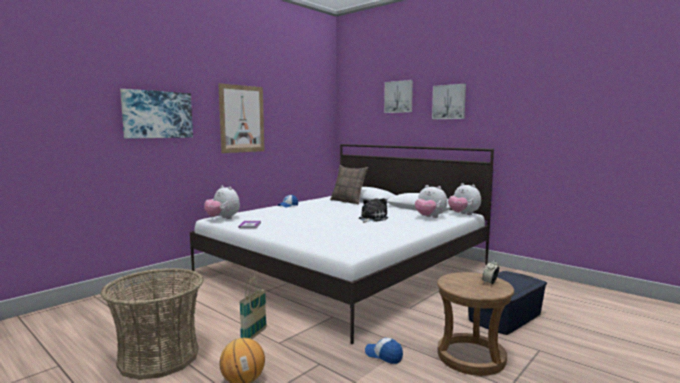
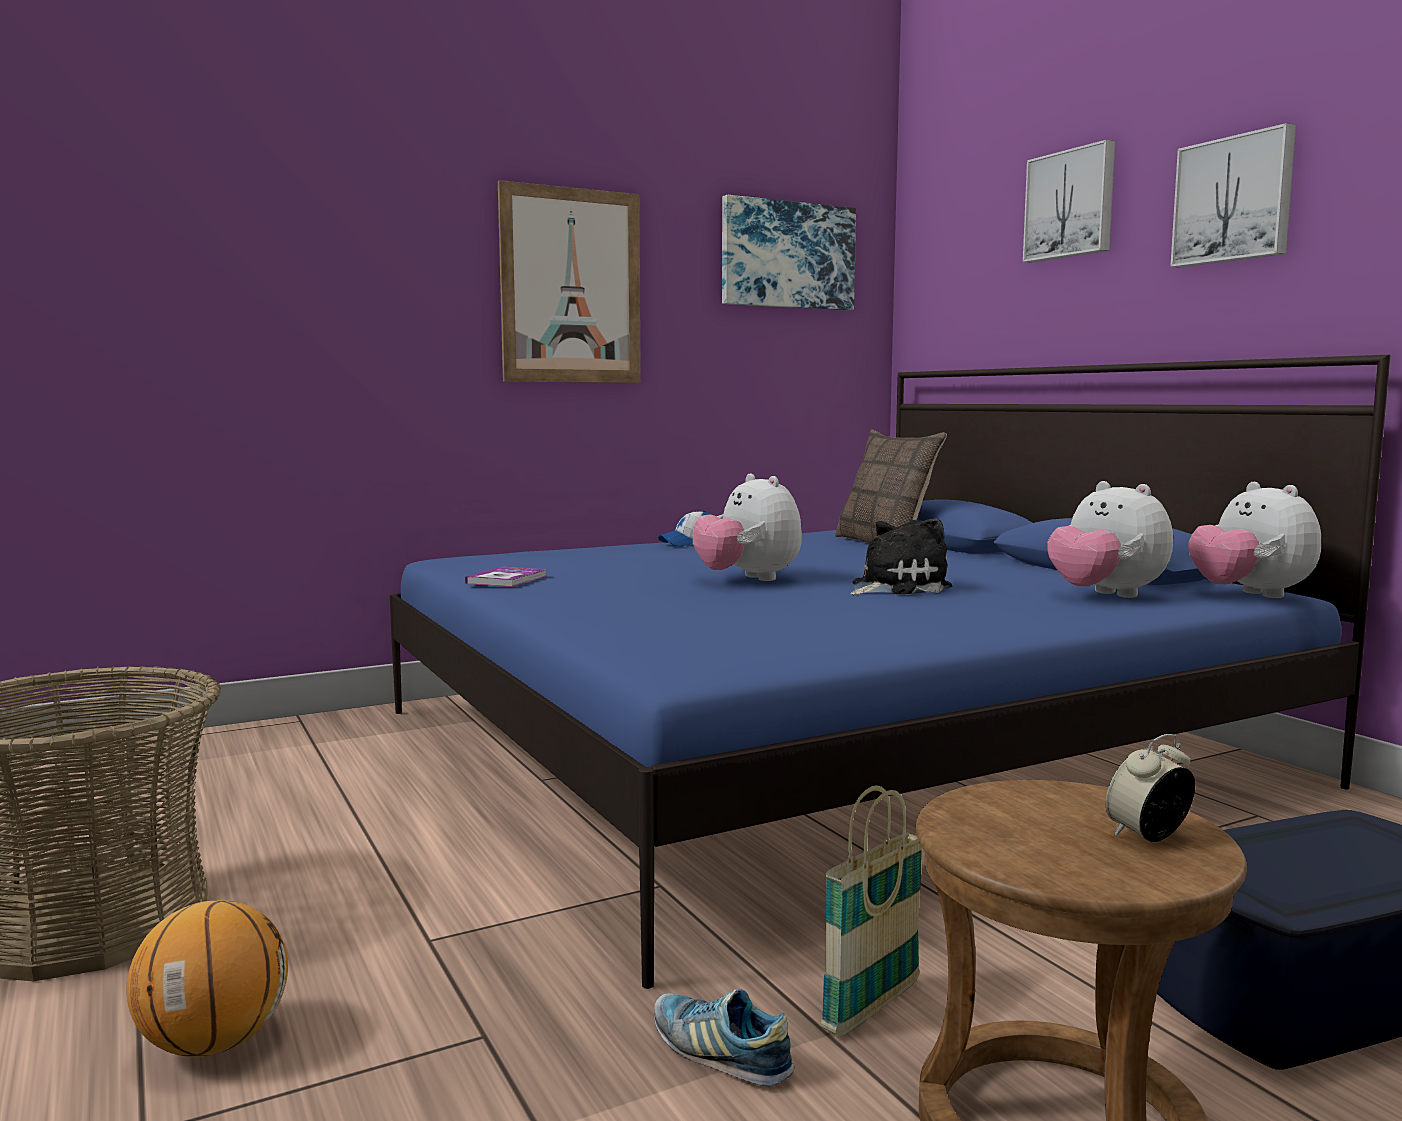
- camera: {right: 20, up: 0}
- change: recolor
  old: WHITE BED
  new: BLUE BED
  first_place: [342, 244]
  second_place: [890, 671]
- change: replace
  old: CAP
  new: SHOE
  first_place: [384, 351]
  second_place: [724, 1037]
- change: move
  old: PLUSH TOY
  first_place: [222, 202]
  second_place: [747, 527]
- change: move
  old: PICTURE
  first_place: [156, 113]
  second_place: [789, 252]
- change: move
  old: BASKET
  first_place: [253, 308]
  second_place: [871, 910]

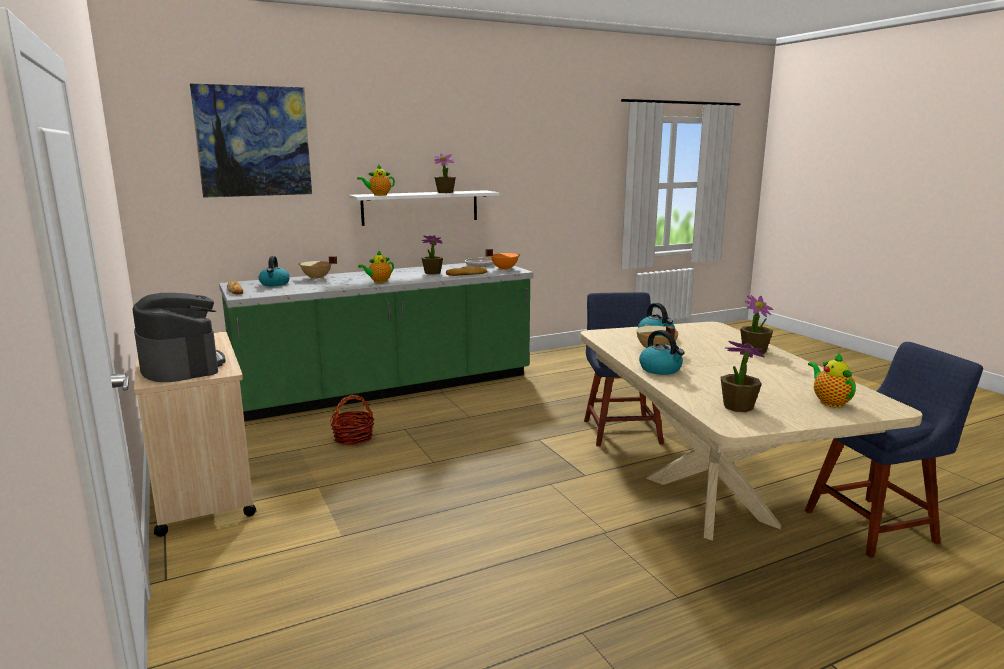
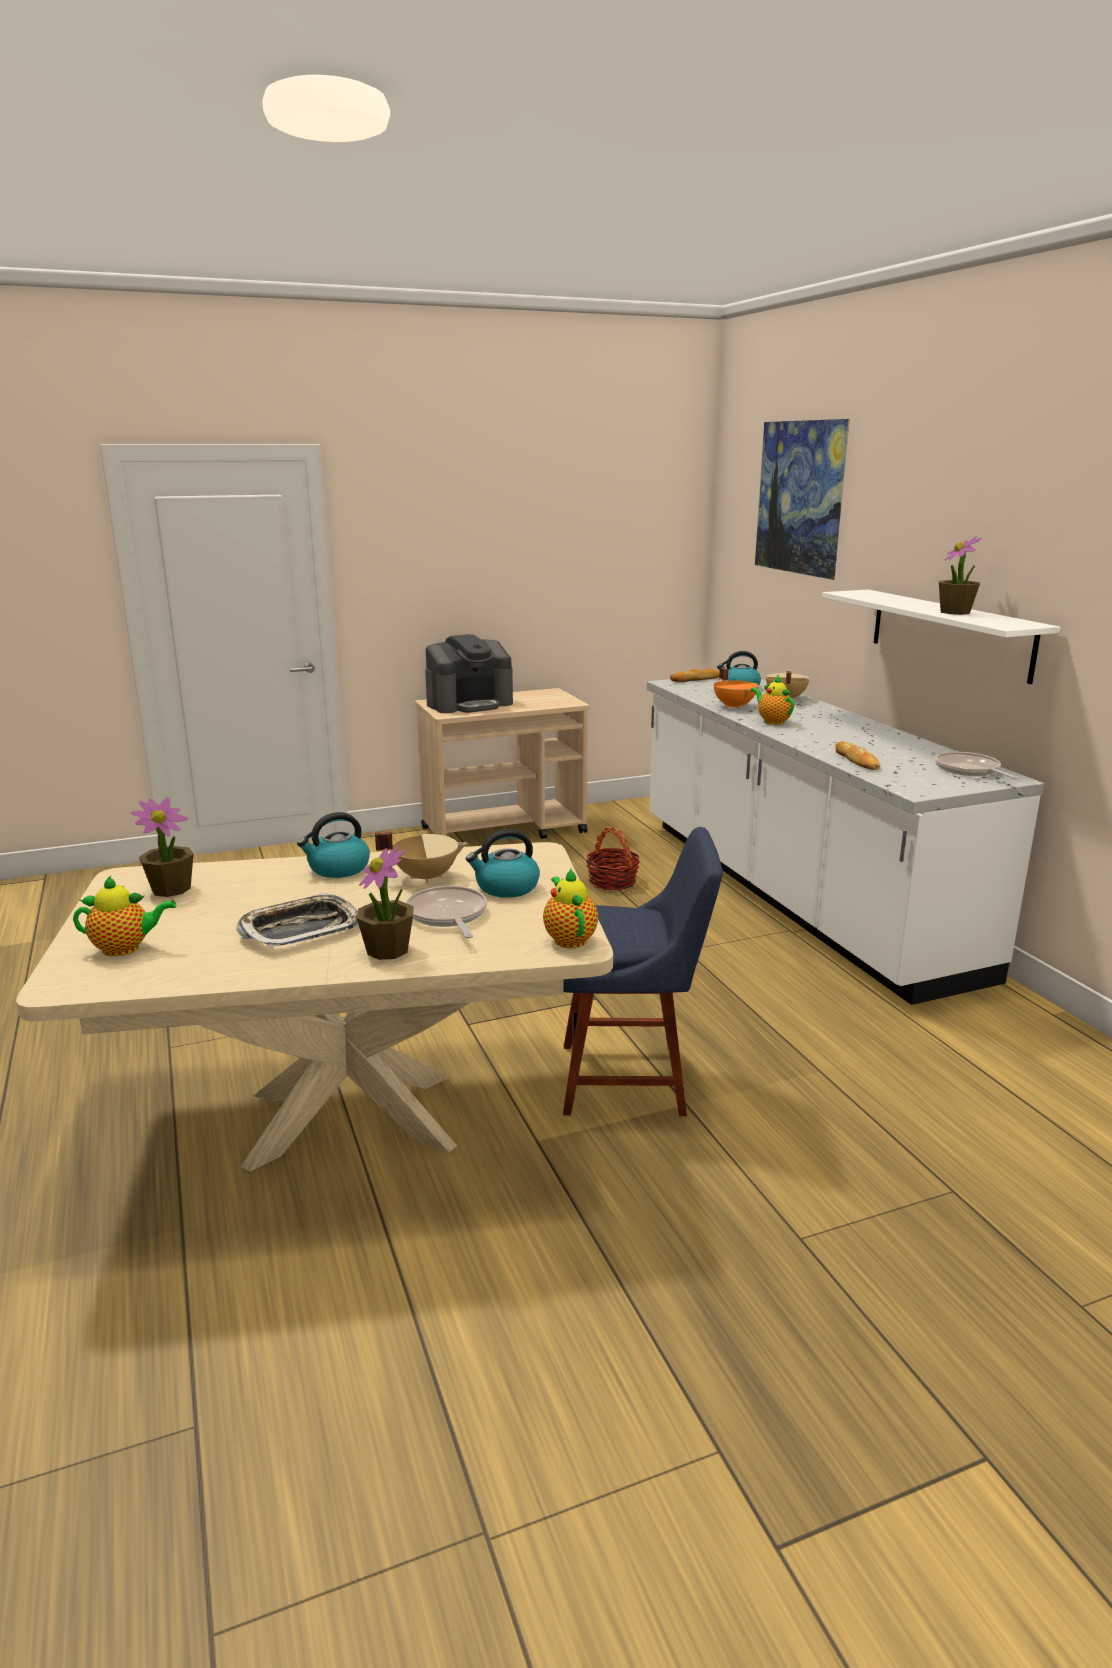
- camera: {right: 95, up: 5}
- change: insert
  new: TRAY
  second_place: [297, 920]
- change: insert
  new: FRYING PAN
  second_place: [446, 912]
- change: move
  old: TEAPOT
  first_place: [376, 180]
  second_place: [570, 908]
- change: recolor
  old: GREEN COUNTER
  new: WHITE COUNTER
  first_place: [376, 342]
  second_place: [845, 841]
- change: move
  old: ORANGE COOKING POT
  first_place: [503, 259]
  second_place: [735, 688]
- change: delete
  old: POTTED PLANT
  first_place: [432, 255]
- change: delete
  old: BLUE CHAIR
  first_place: [894, 450]

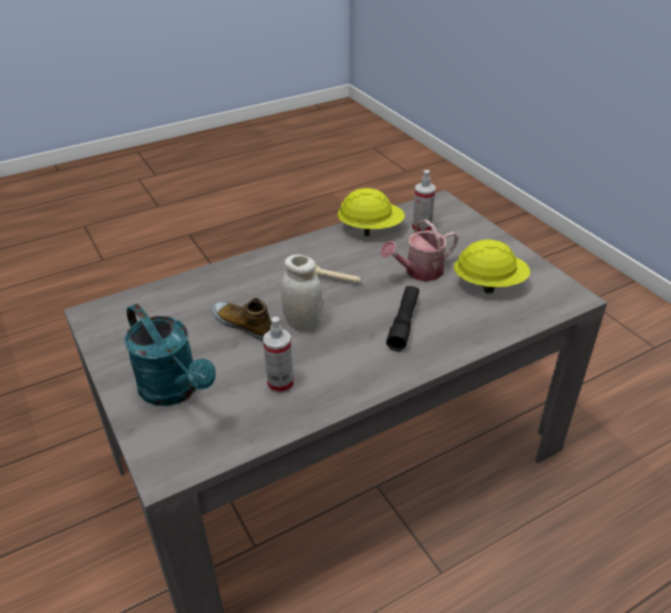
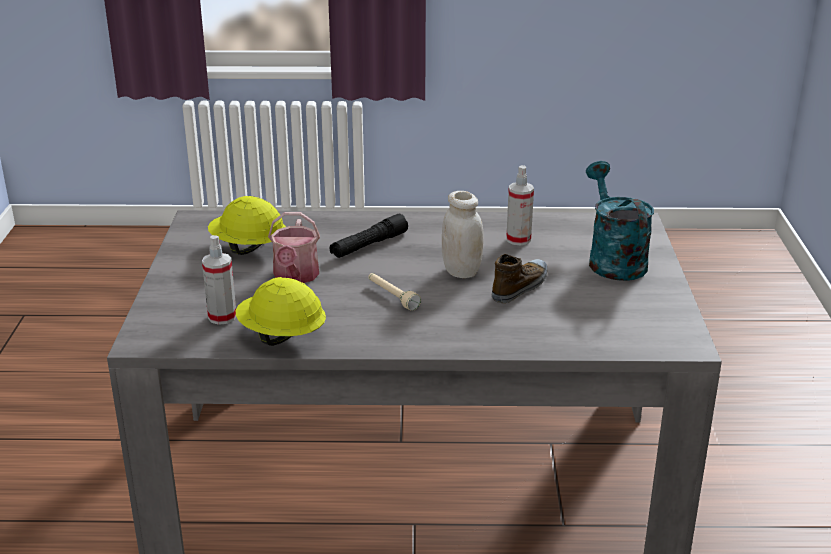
- camera: {right: -150, up: -10}
- change: rotate
  old: WATERING CAN
  first_place: [419, 250]
  second_place: [294, 247]
  degrees: 90
- change: rotate
  old: SHOE
  first_place: [242, 319]
  second_place: [519, 278]
  degrees: -120

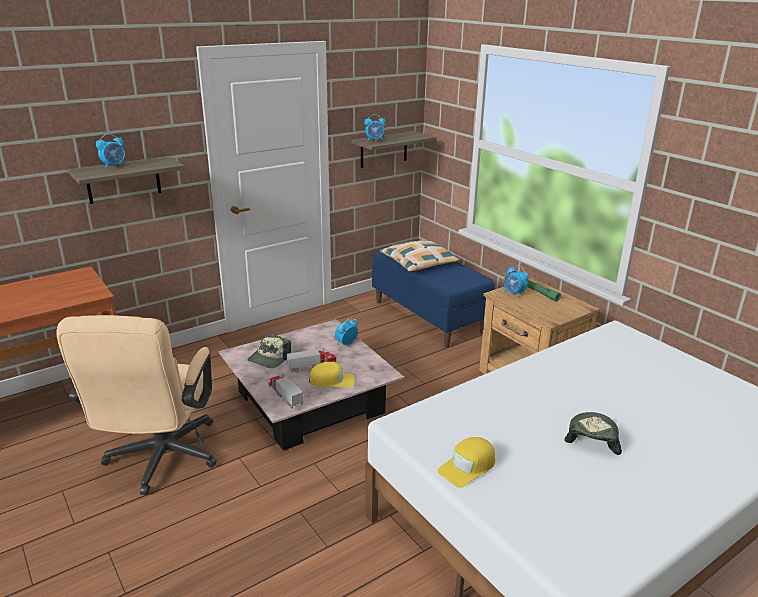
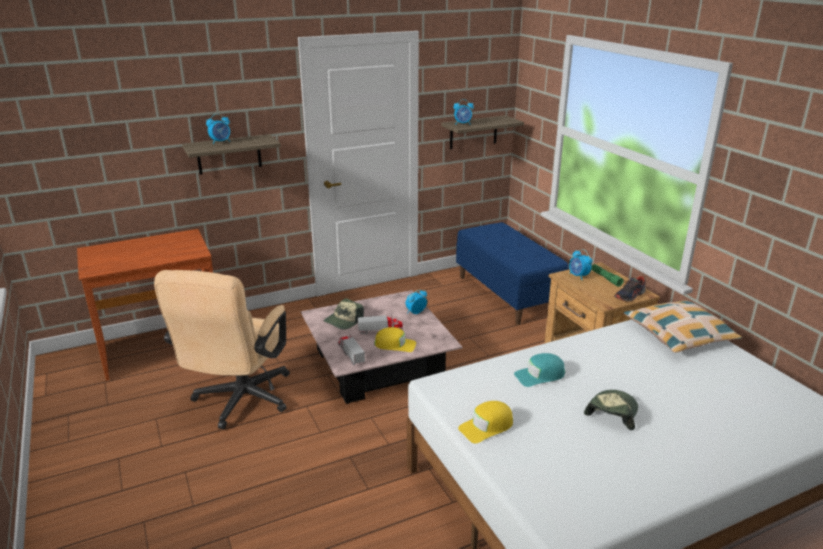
- camera: {right: 10, up: 0}
- change: insert
  new: TURQUOISE CAP
  second_place: [539, 370]
- change: insert
  new: SHOE
  second_place: [630, 289]
- change: move
  old: PILLOW
  first_place: [419, 255]
  second_place: [683, 326]

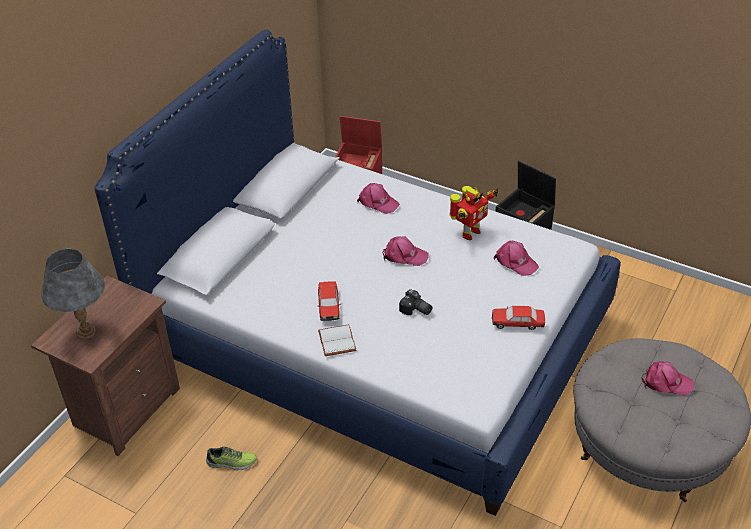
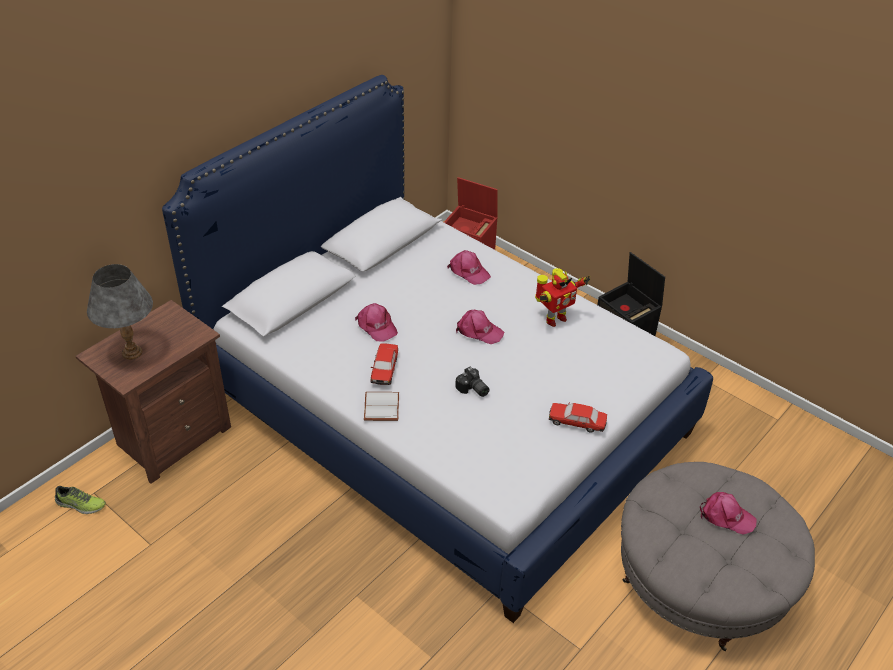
- camera: {right: 10, up: 0}
- change: move
  old: SHOE
  first_place: [231, 458]
  second_place: [80, 500]
- change: move
  old: PINK CAP
  first_place: [516, 258]
  second_place: [376, 322]

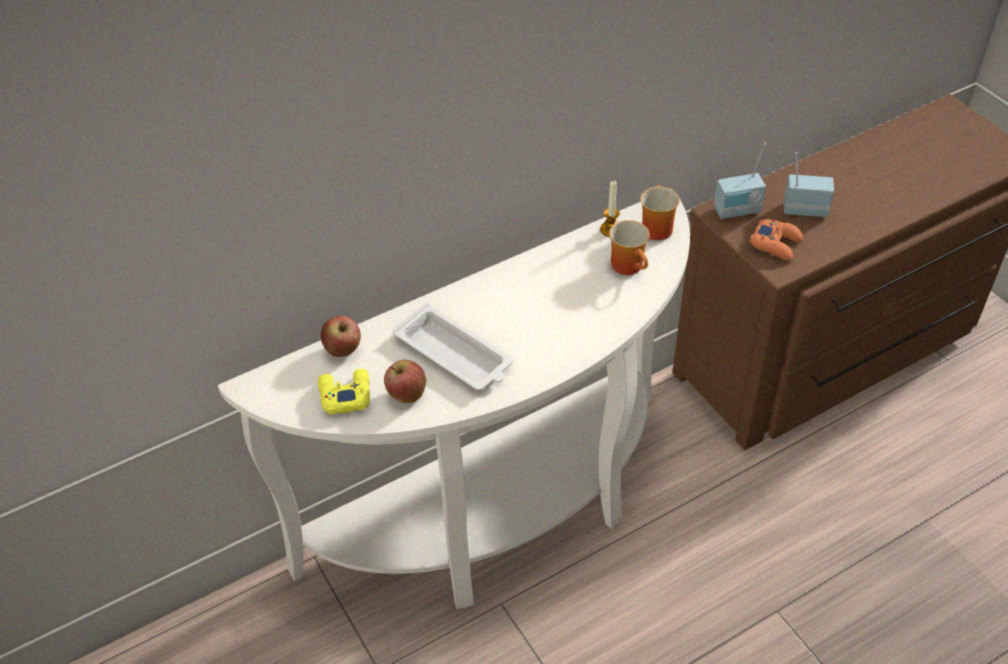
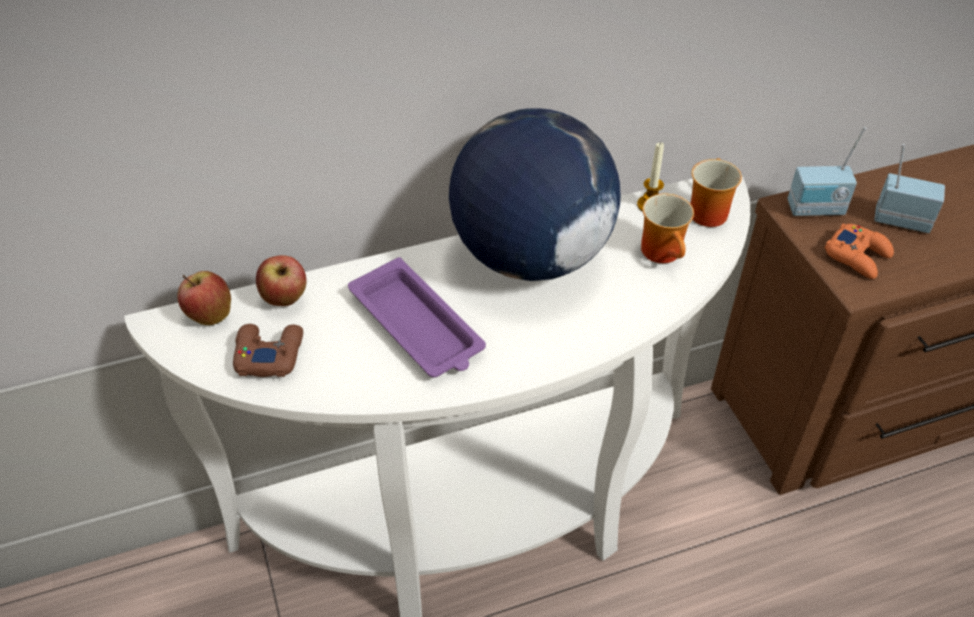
- camera: {right: 10, up: 0}
- change: move
  old: APPLE
  first_place: [405, 382]
  second_place: [204, 298]
- change: recolor
  old: YELLOW GAME CONTROLLER
  new: BROWN GAME CONTROLLER
  first_place: [344, 392]
  second_place: [268, 350]
- change: recolor
  old: WHITE TRAY
  new: PURPLE TRAY
  first_place: [453, 346]
  second_place: [417, 317]
- change: insert
  new: GLOBE
  second_place: [535, 194]

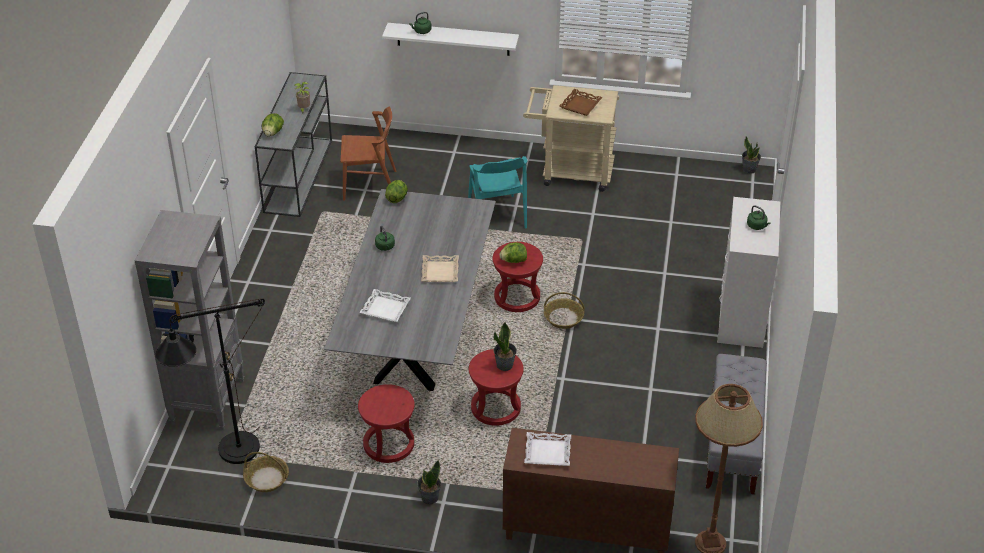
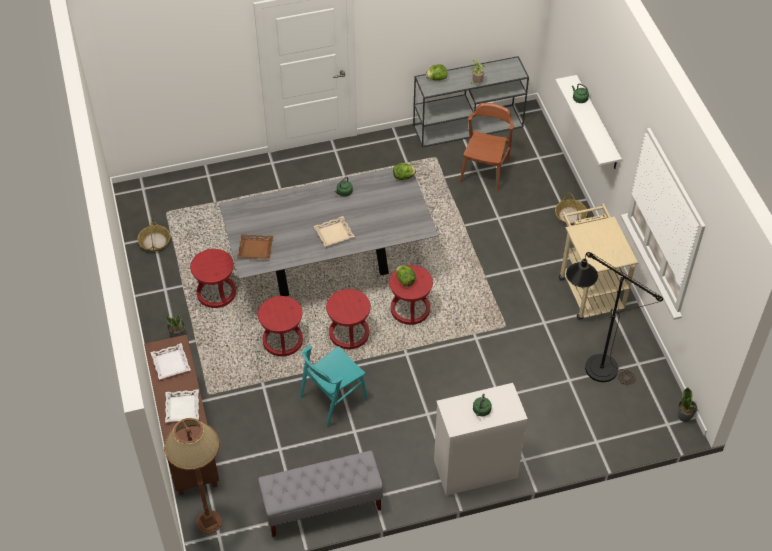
- camera: {right: 65, up: 10}
- change: move
  old: WHITE TRAY
  first_place: [385, 305]
  second_place: [182, 405]
- change: move
  old: BROWN TRAY
  first_place: [581, 102]
  second_place: [255, 246]
- change: move
  old: TURQUOISE CHAIR
  first_place: [497, 192]
  second_place: [334, 386]
- change: insert
  new: RED STOOL
  second_place: [348, 319]
- change: rotate
  old: BROWN CHAIR
  first_place: [368, 154]
  second_place: [487, 147]
  degrees: -135
- change: move
  old: BASKET
  first_place: [564, 310]
  second_place: [571, 209]
- change: move
  old: BLACK FLOOR LAMP
  first_place: [210, 381]
  second_place: [614, 318]
- change: delete
  old: GREY BOOKCASE
  first_place: [189, 320]
- change: delete
  old: POTTED PLANT
  first_place: [505, 346]

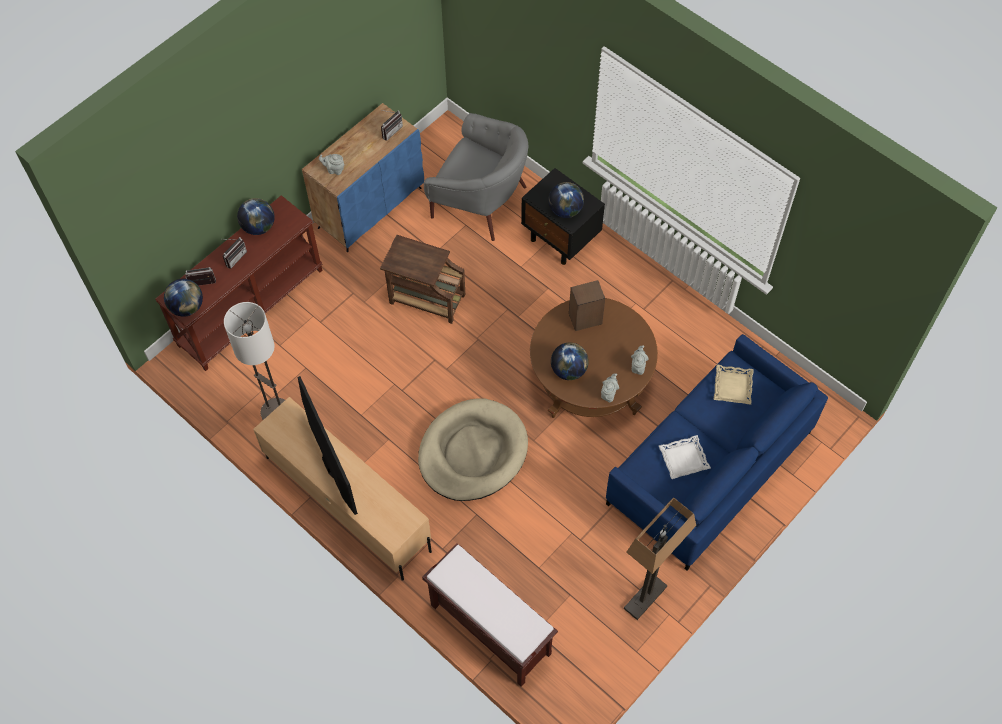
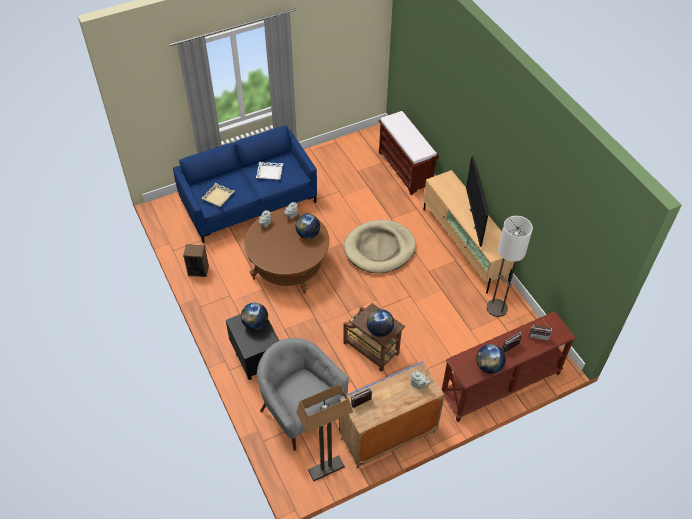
- camera: {right: -160, up: -10}
- change: move
  old: SPEAKER
  first_place: [587, 305]
  second_place: [196, 260]
- change: move
  old: FLOOR LAMP
  first_place: [660, 558]
  second_place: [324, 432]
- change: move
  old: GLOBE
  first_place: [183, 298]
  second_place: [380, 323]

